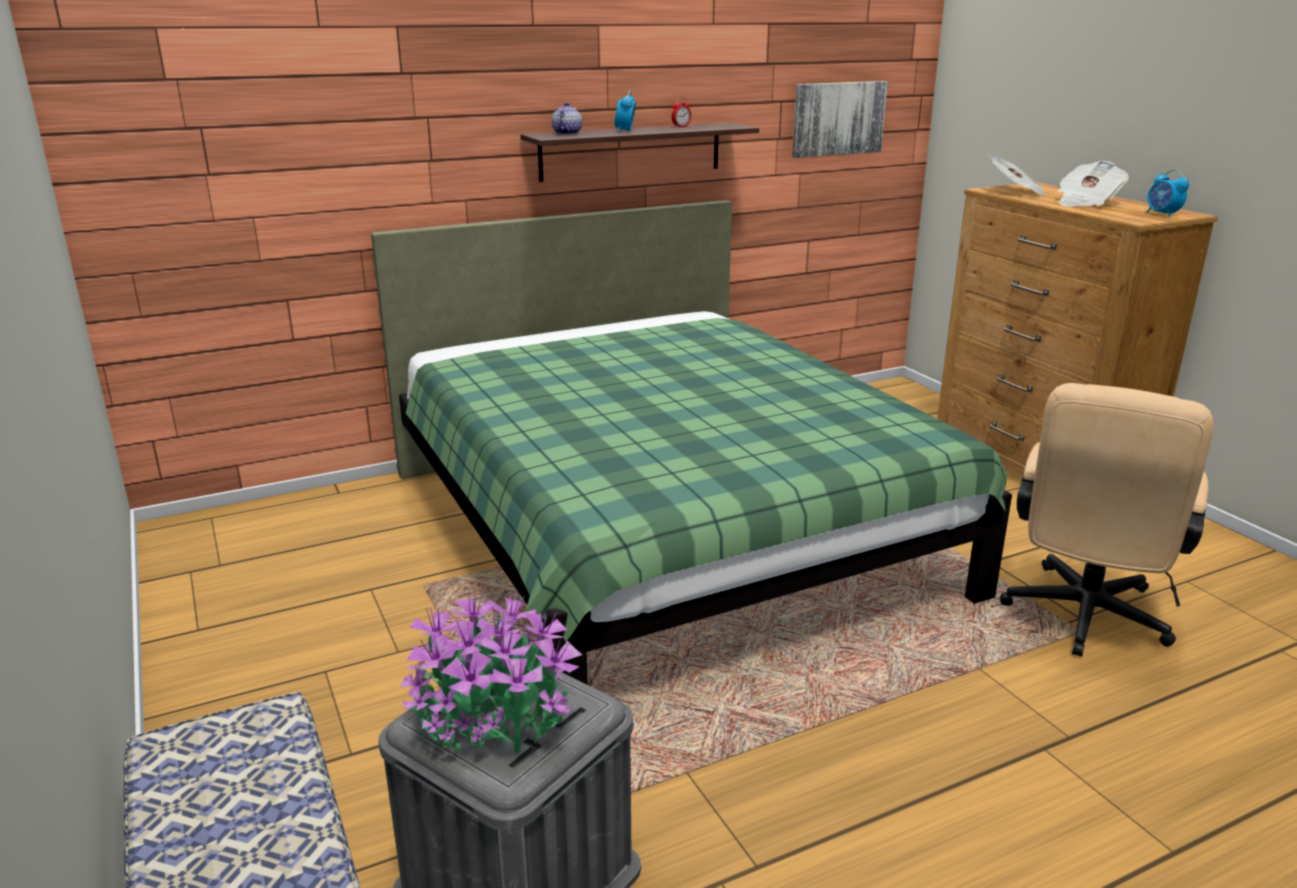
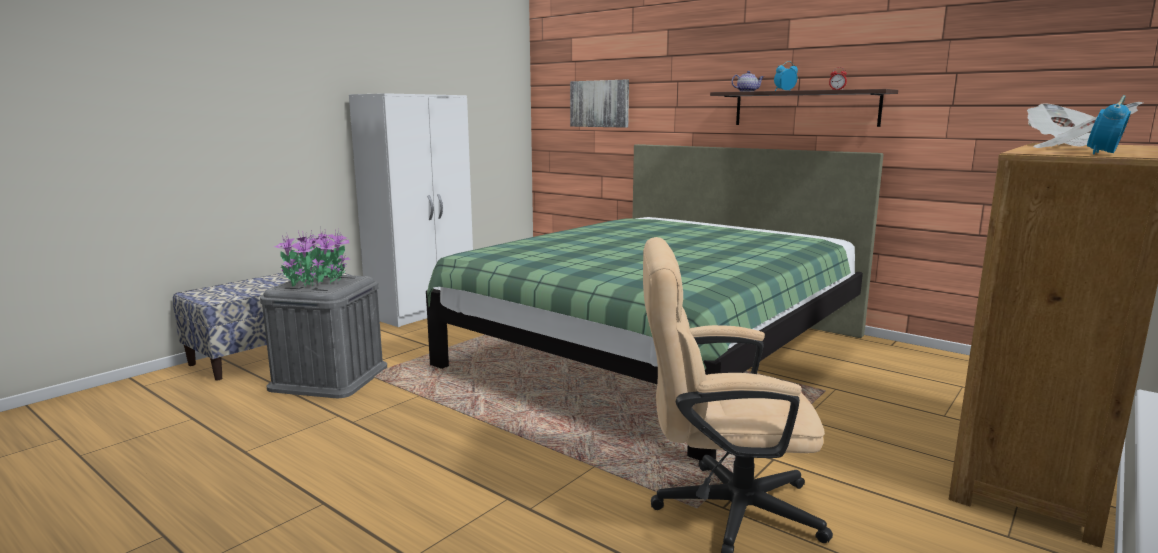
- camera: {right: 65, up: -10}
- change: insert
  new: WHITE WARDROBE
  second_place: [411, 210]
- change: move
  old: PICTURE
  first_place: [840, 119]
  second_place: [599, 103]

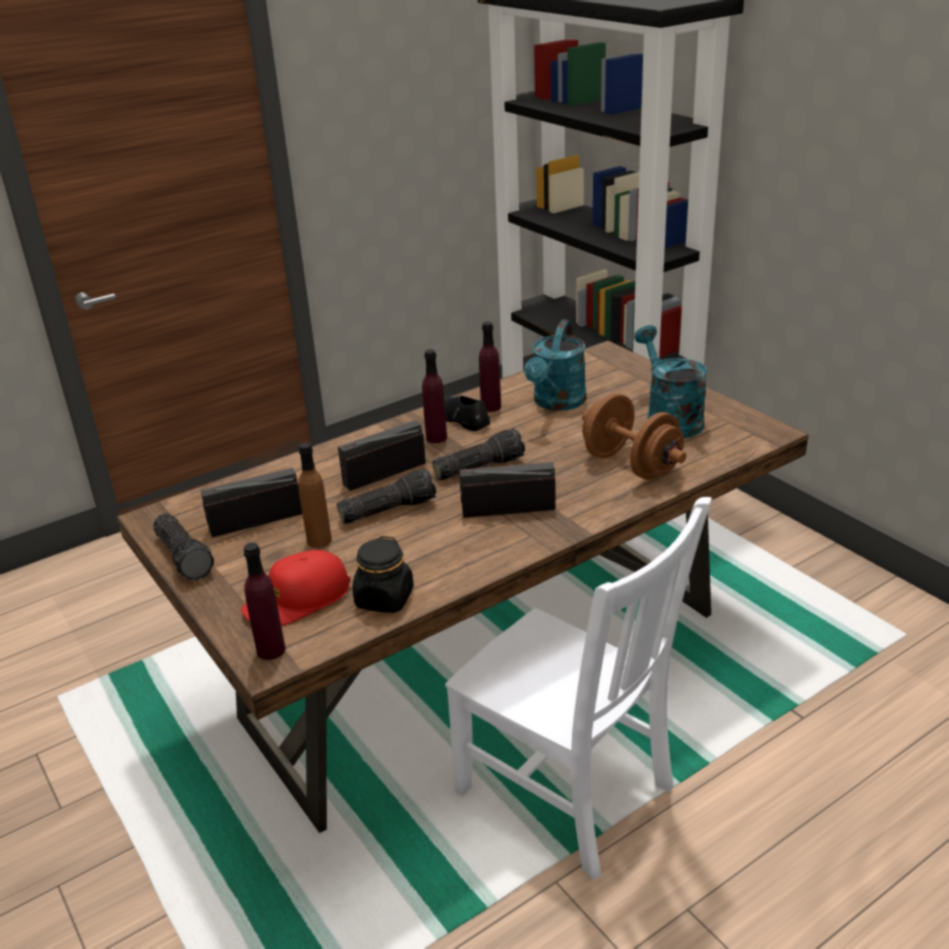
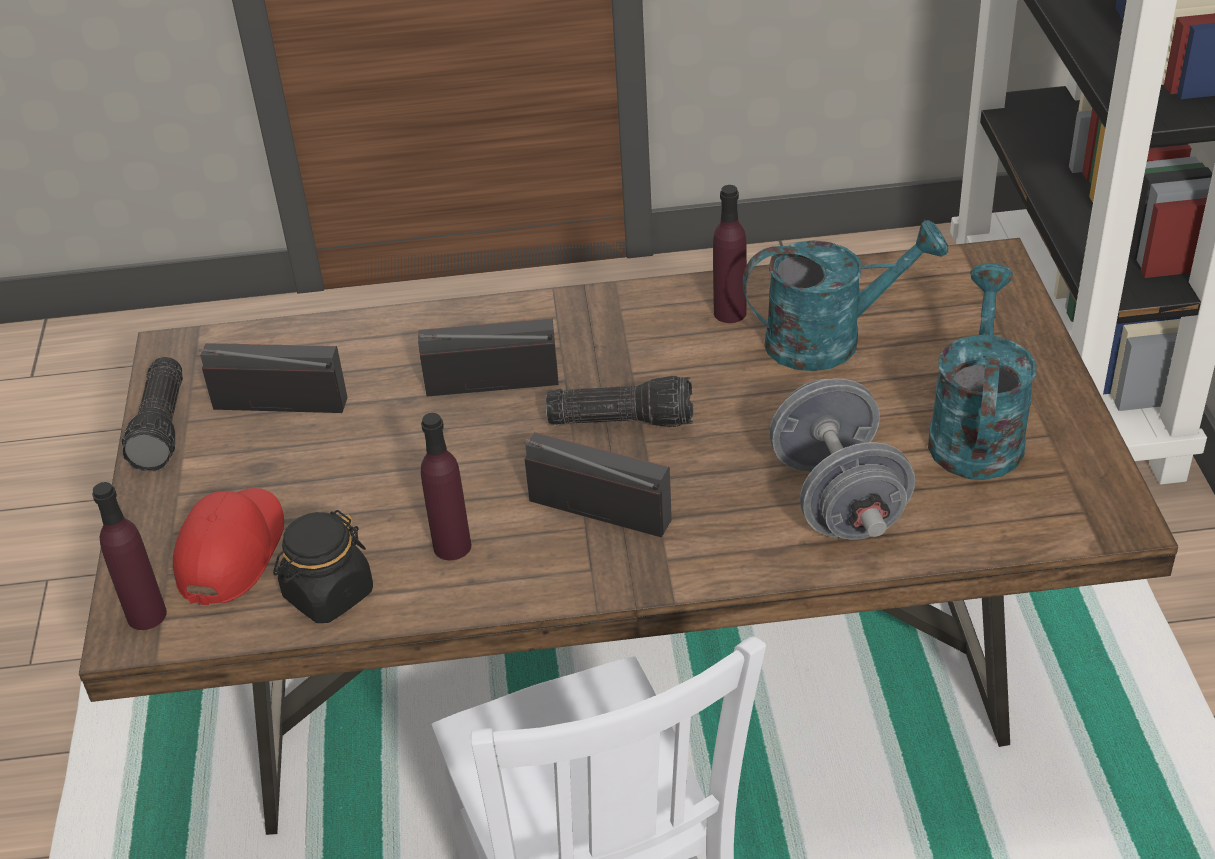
- camera: {right: 30, up: 10}
- change: rotate
  old: RED CAP
  first_place: [295, 588]
  second_place: [228, 546]
  degrees: 105
- change: move
  old: PURPLE BOTTLE
  first_place: [434, 396]
  second_place: [446, 486]
- change: rotate
  old: TURQUOISE WATERING CAN
  first_place: [555, 365]
  second_place: [845, 295]
  degrees: -150
- change: recolor
  old: BROWN DUMBBELL
  new: GREY DUMBBELL
  first_place: [634, 436]
  second_place: [842, 459]
- change: delete
  old: BROWN BOTTLE
  first_place: [315, 495]
- change: delete
  old: FLASHLIGHT
  first_place: [386, 496]
- change: delete
  old: BLACK SHOE
  first_place: [467, 413]

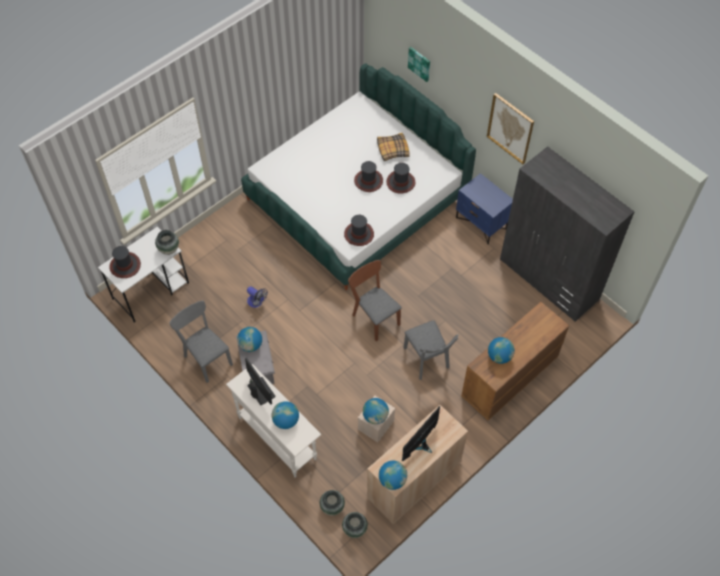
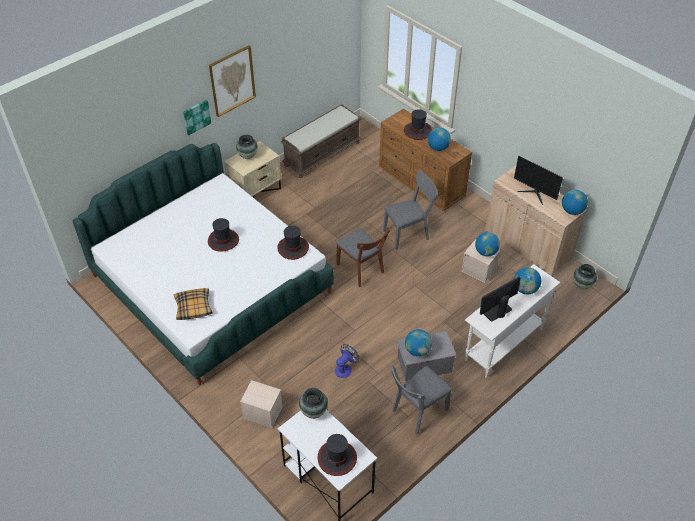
- camera: {right: -90, up: -10}
- change: move
  old: PILLOW
  first_place: [393, 147]
  second_place: [193, 304]
- change: move
  old: PICTURE
  first_place: [419, 64]
  second_place: [197, 117]
- change: recolor
  old: BLUE NIGHTSTAND
  new: BEIGE NIGHTSTAND
  first_place: [484, 208]
  second_place: [252, 169]
- change: move
  old: VASE
  first_place: [332, 503]
  second_place: [247, 146]
- change: insert
  new: BEIGE STORAGE BOX
  second_place: [261, 404]
- change: replace
  old: GREY WARDROBE
  new: BROWN BENCH
  first_place: [567, 234]
  second_place: [321, 141]
- change: rotate
  old: BROWN CHAIR
  first_place: [375, 300]
  second_place: [363, 256]
  degrees: -90
- change: move
  old: HAT
  first_place: [401, 178]
  second_place: [418, 124]

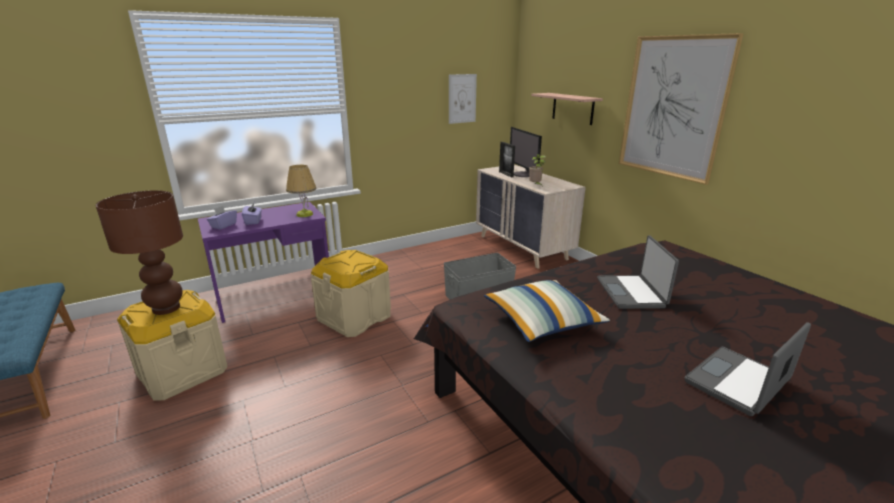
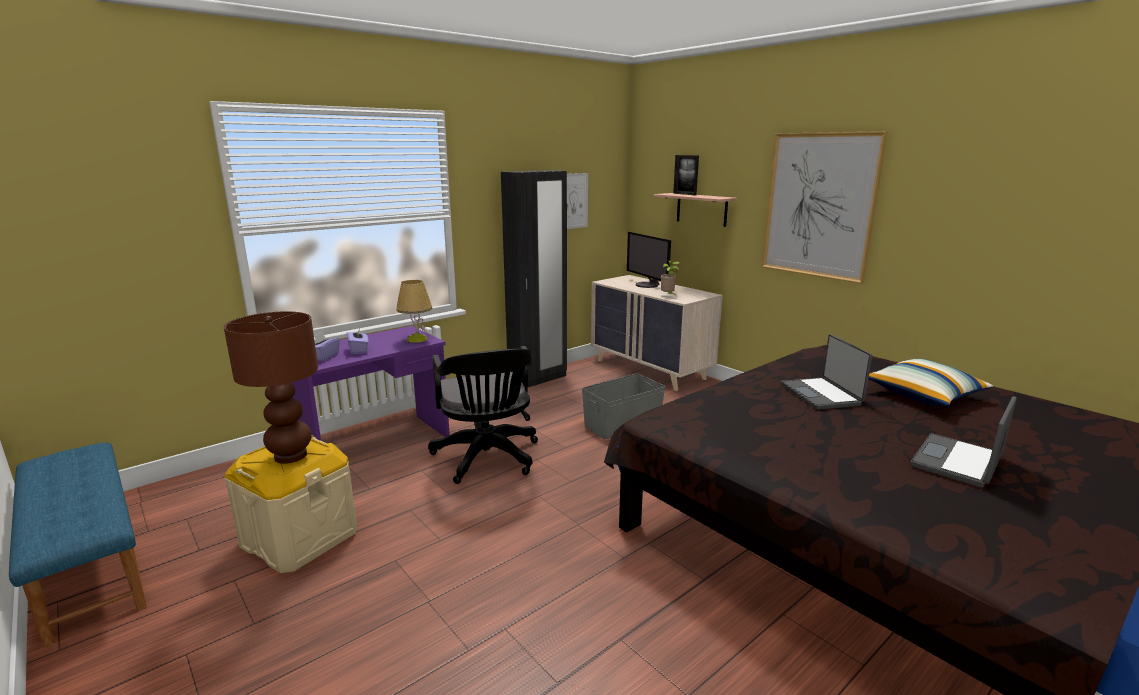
- camera: {right: -10, up: -5}
- change: replace
  old: BEIGE STORAGE BOX
  new: BLACK OFFICE CHAIR
  first_place: [351, 293]
  second_place: [483, 415]
- change: insert
  new: BLACK WARDROBE
  second_place: [534, 278]
- change: move
  old: PICTURE FRAME
  first_place: [507, 160]
  second_place: [686, 175]
- change: move
  old: PILLOW
  first_place: [547, 311]
  second_place: [931, 382]

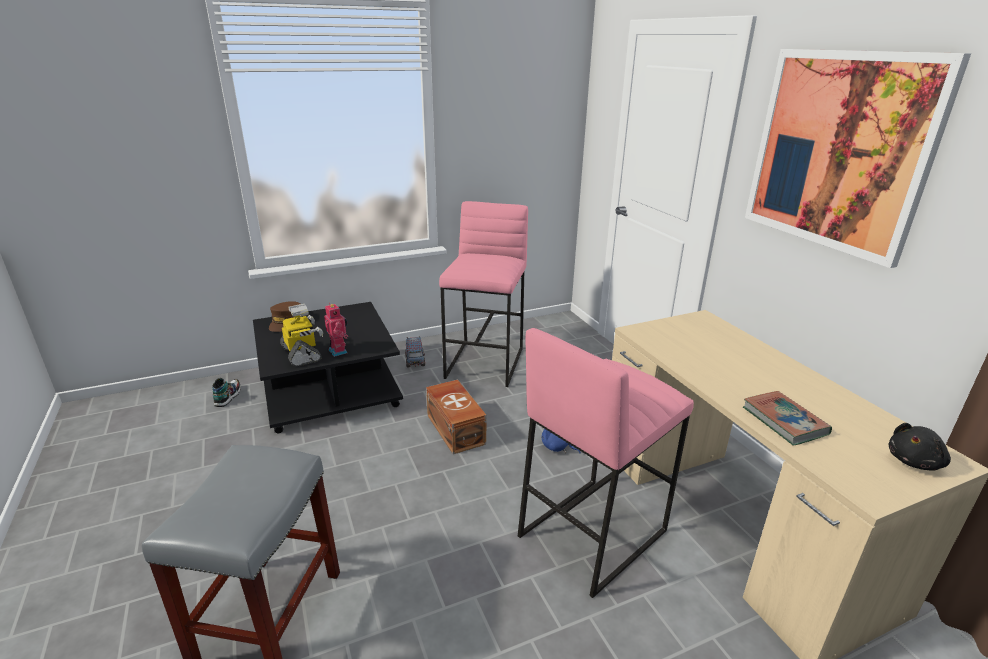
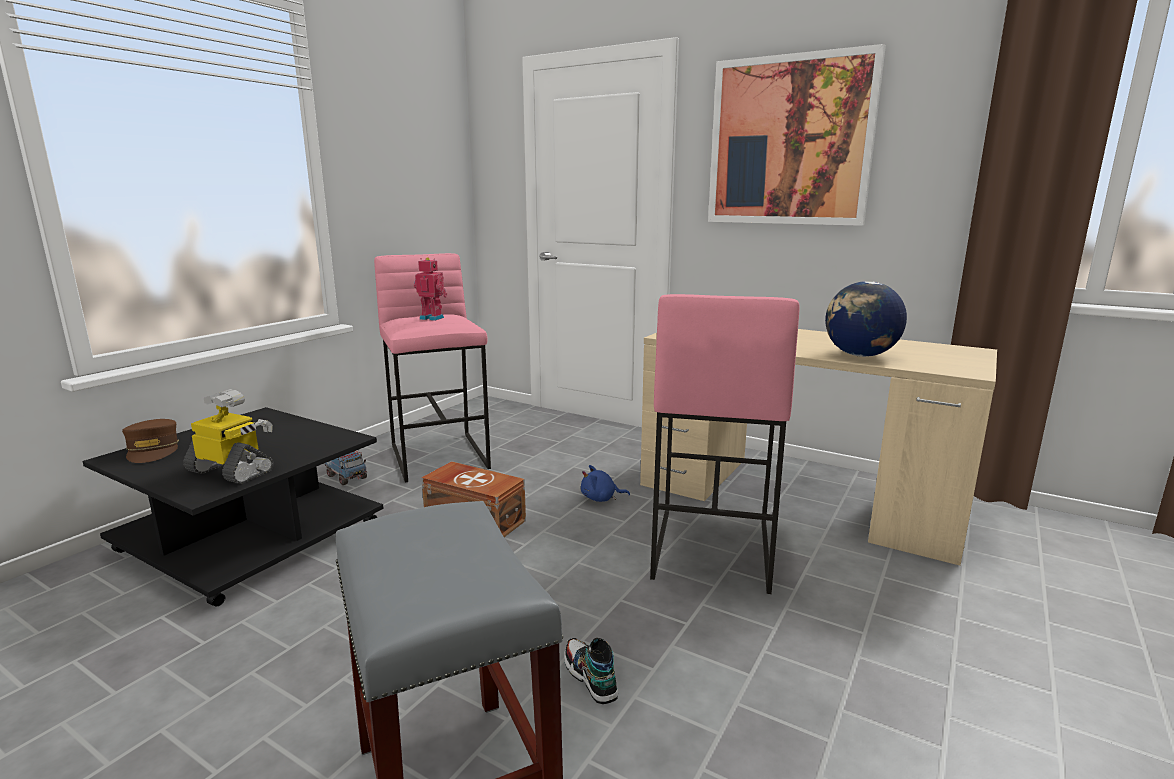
- camera: {right: -35, up: -10}
- change: move
  old: TOY ROBOT
  first_place: [336, 330]
  second_place: [430, 289]
- change: move
  old: SHOE
  first_place: [226, 392]
  second_place: [591, 671]
- change: replace
  old: BOOK
  new: GLOBE
  first_place: [787, 418]
  second_place: [866, 319]
- change: delete
  old: BLACK PLUSH TOY
  first_place: [919, 447]

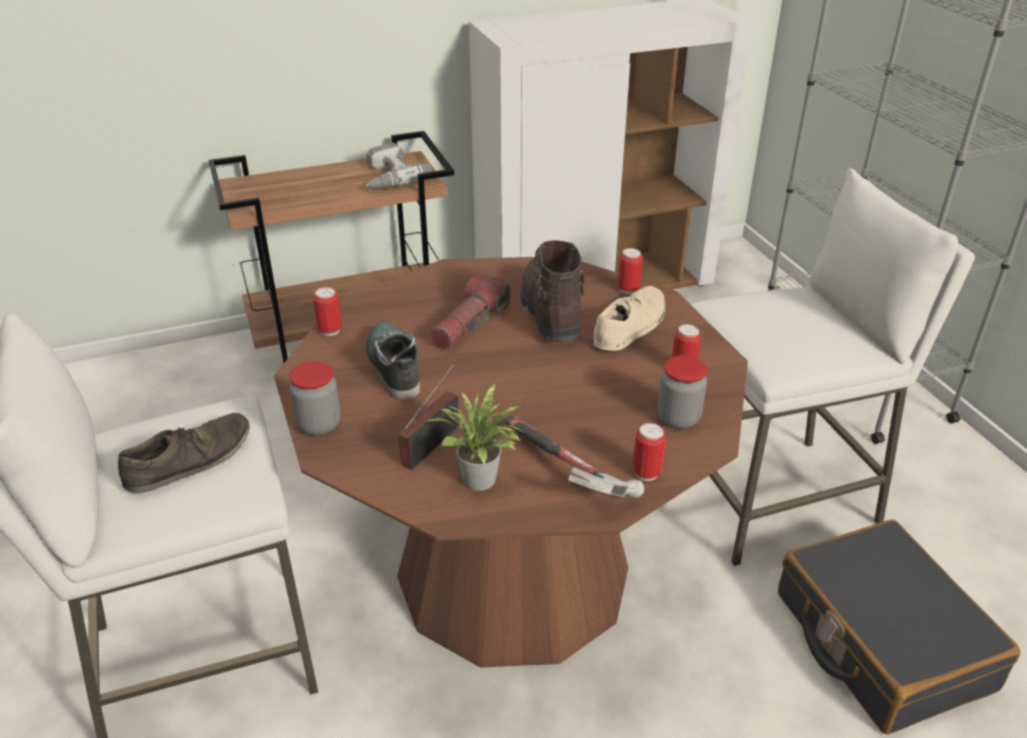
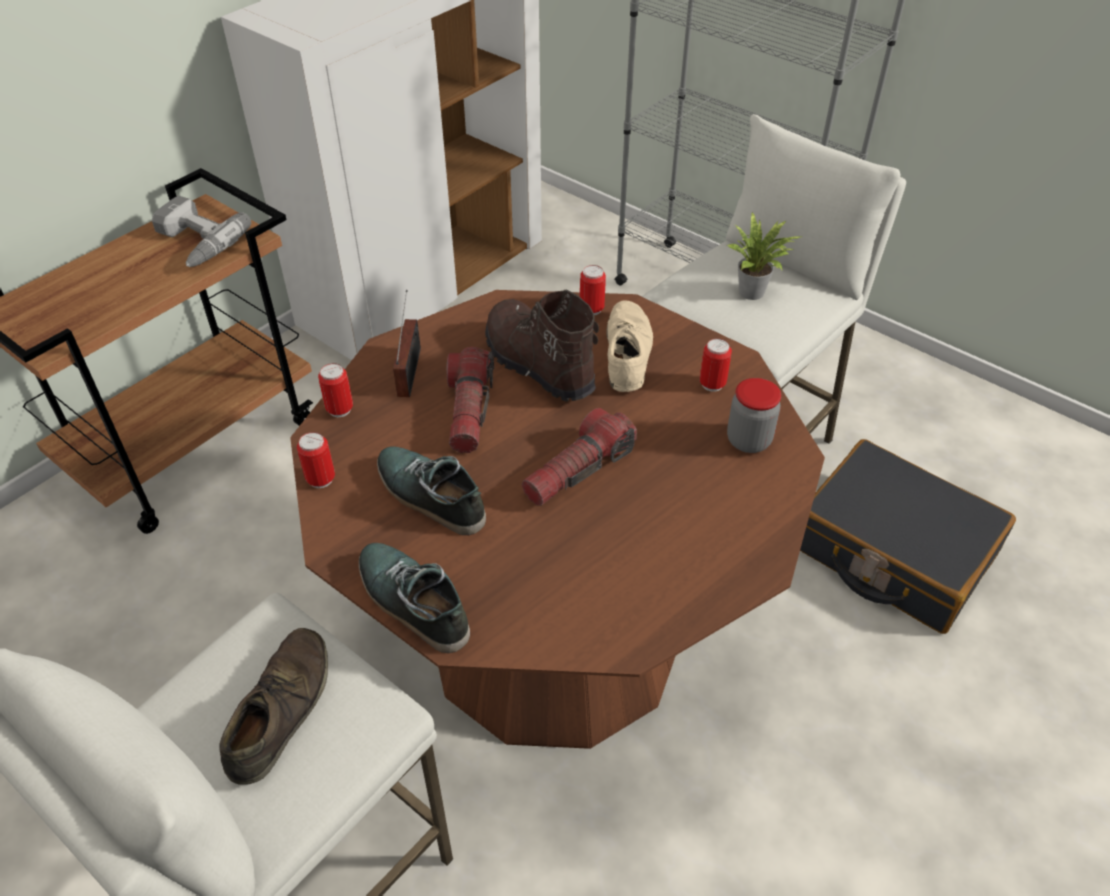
- camera: {right: -30, up: 10}
- change: move
  old: CAN
  first_place: [649, 452]
  second_place: [335, 390]
- change: replace
  old: JAR
  new: SHOE
  first_place: [315, 398]
  second_place: [414, 598]
- change: move
  old: RADIO
  first_place: [428, 416]
  second_place: [407, 343]
- change: insert
  new: FLASHLIGHT
  second_place: [579, 457]
- change: move
  old: POTTED PLANT
  first_place: [475, 437]
  second_place: [763, 255]
- change: delete
  old: HAMMER
  first_place: [574, 457]

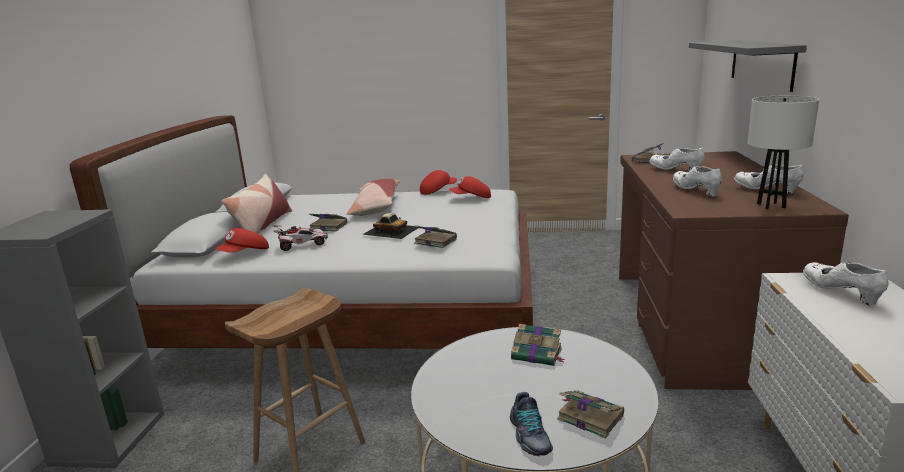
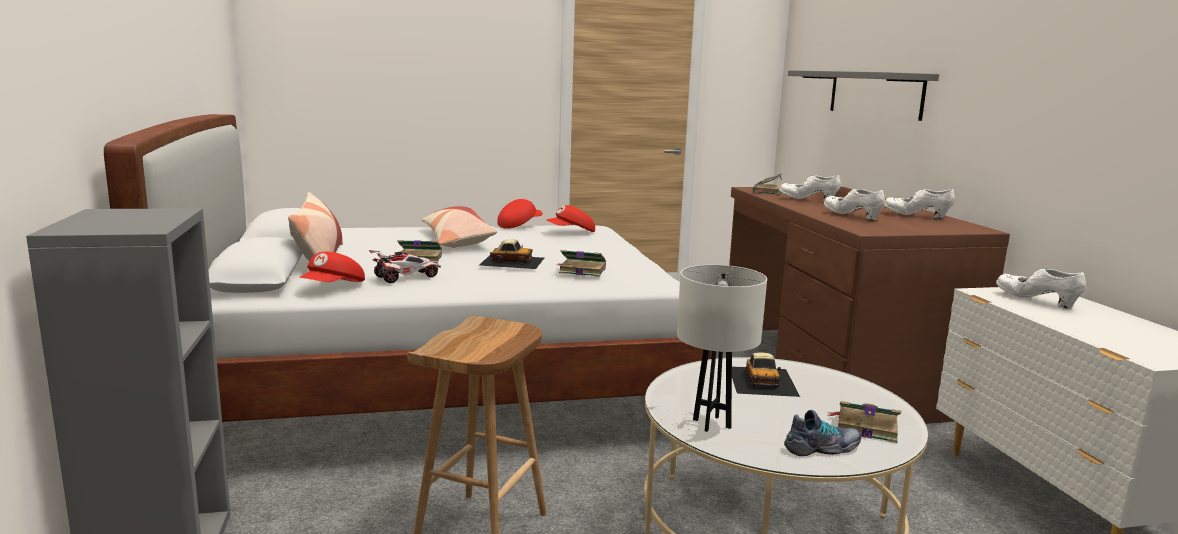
- camera: {right: -20, up: -5}
- change: move
  old: WHITE TABLE LAMP
  first_place: [783, 152]
  second_place: [722, 348]
- change: replace
  old: BOOK
  new: TOY CAR
  first_place: [538, 345]
  second_place: [766, 374]
- change: rotate
  old: SHOE
  first_place: [531, 424]
  second_place: [822, 433]
  degrees: -75

